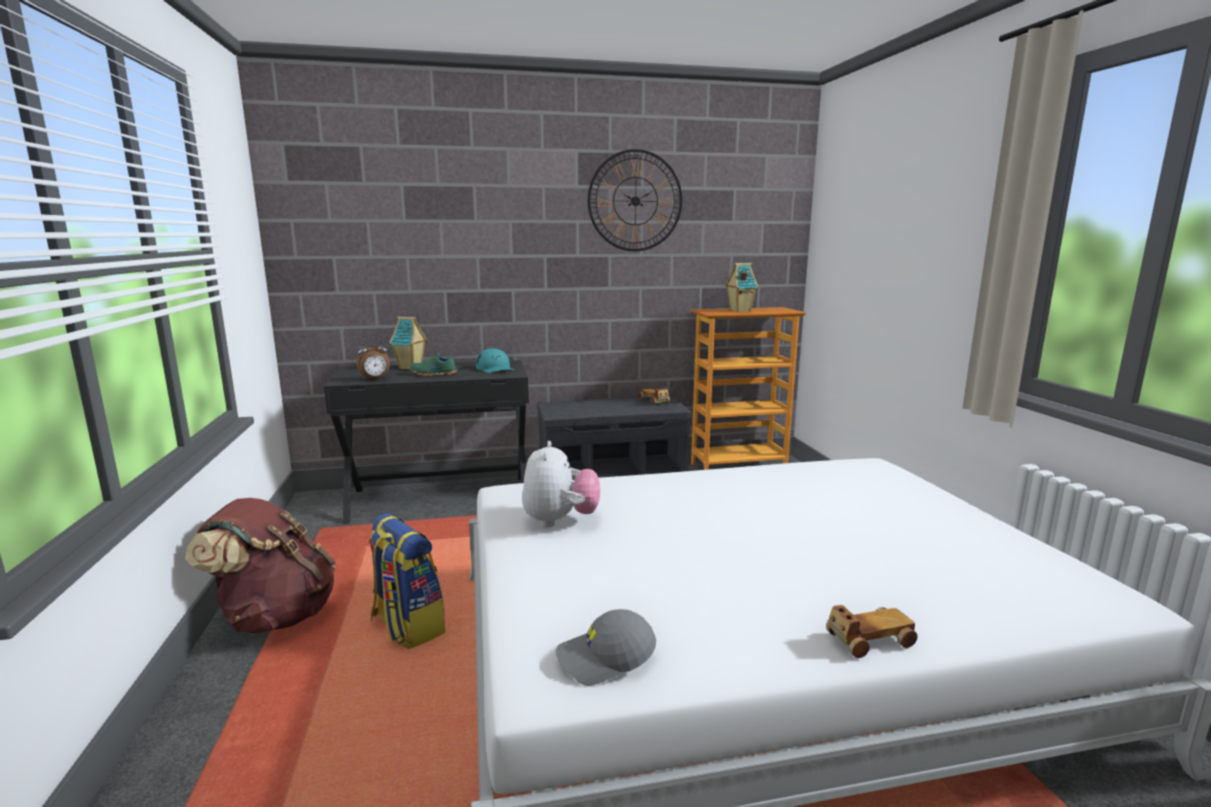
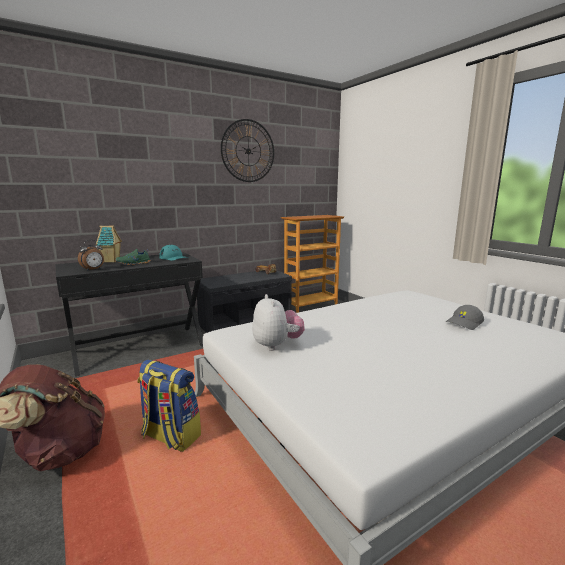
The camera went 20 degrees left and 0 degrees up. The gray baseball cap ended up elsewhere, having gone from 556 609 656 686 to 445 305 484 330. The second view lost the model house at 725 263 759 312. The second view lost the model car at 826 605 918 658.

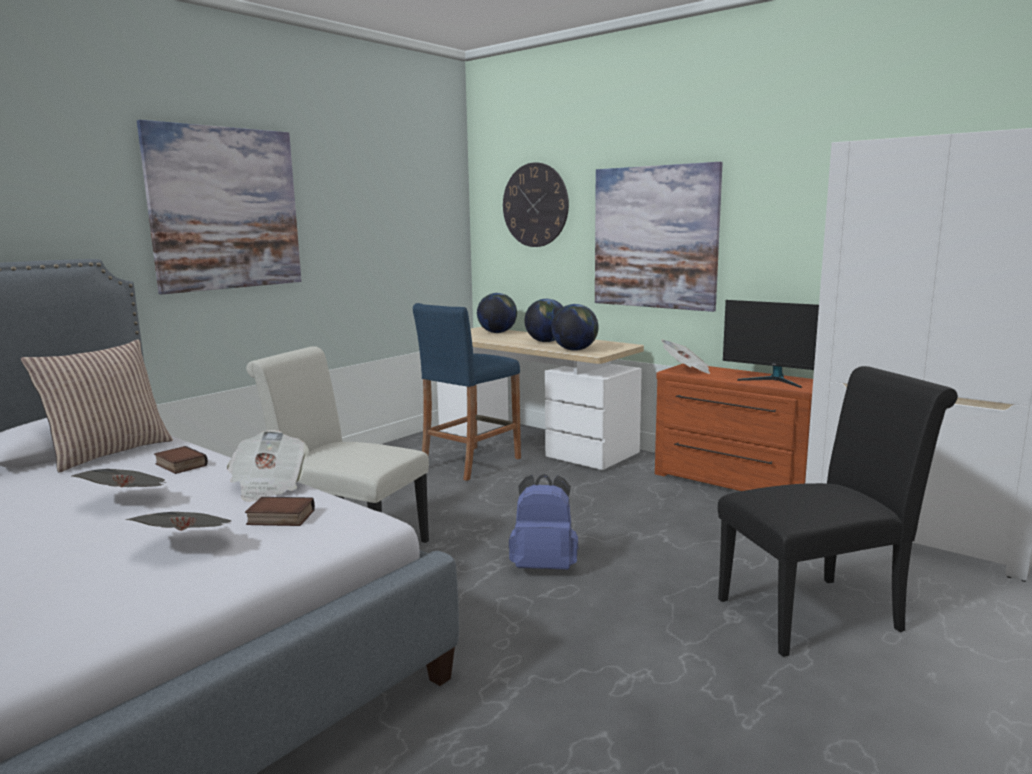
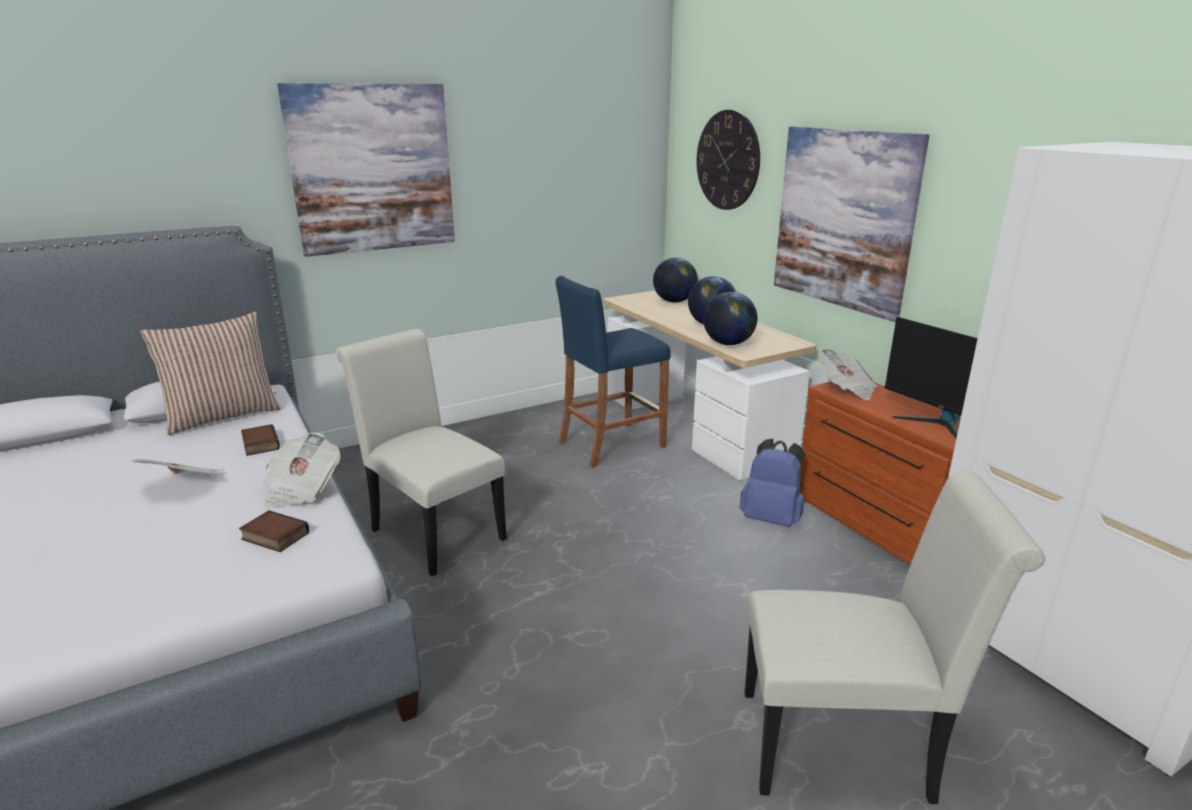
The camera went 20 degrees right and 10 degrees up. The blue-coloured knapsack ended up elsewhere, having gone from 509 474 578 570 to 739 439 805 527. What was the black chair at 718 366 958 657 turned into the white-coloured chair at 745 471 1046 805. The second view lost the newspaper at 125 512 231 531.

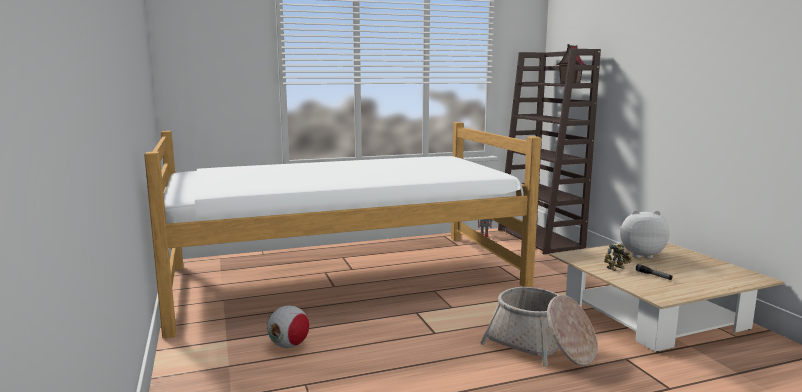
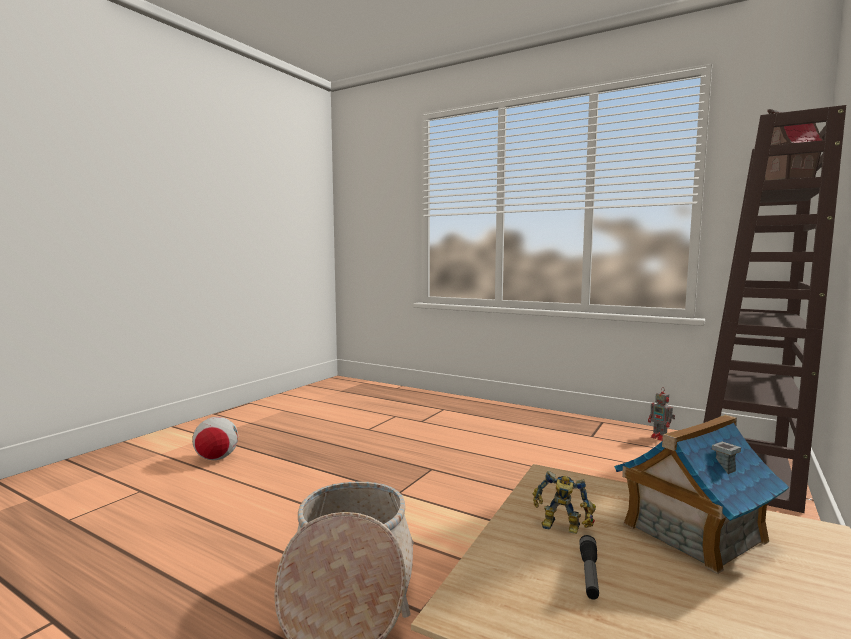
The camera went 50 degrees right and 5 degrees down. Where the soft toy stood at 620 210 670 258, the model house came to stand at 614 415 789 574. The second view lost the bedroom bed at 144 122 541 339.

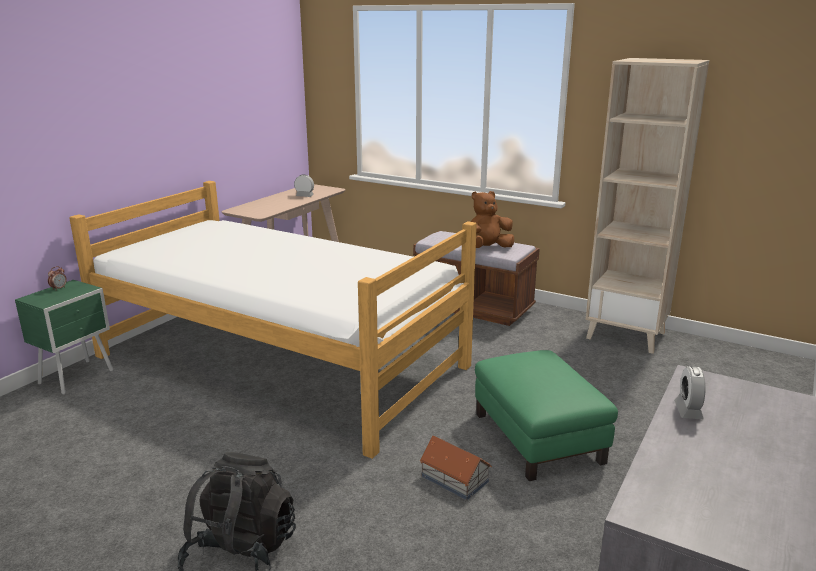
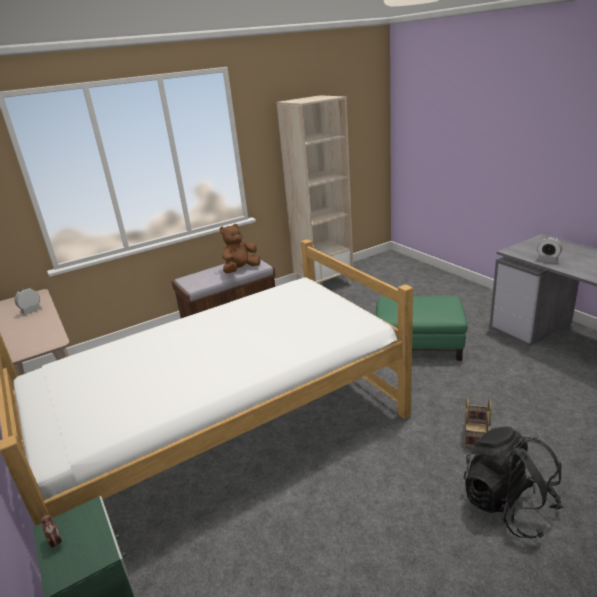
The camera went 60 degrees left and 5 degrees up. The brownish soft toy at 471 191 514 248 ended up facing another way, 45 degrees clockwise from before. The second view gained the basket at 465 397 492 449. The second view lost the model house at 419 436 492 500.

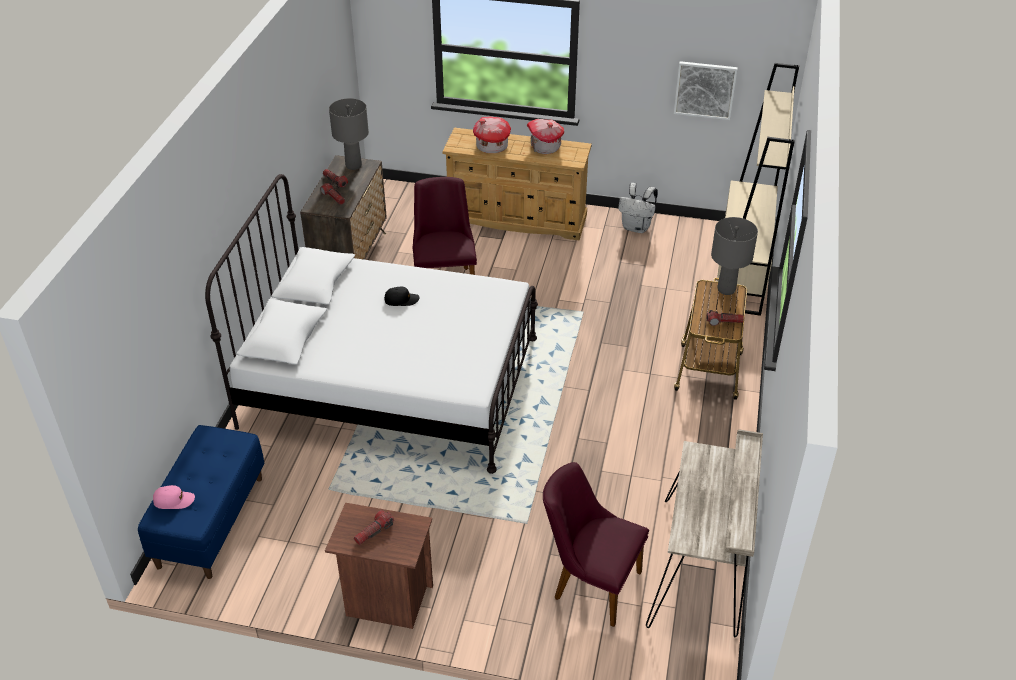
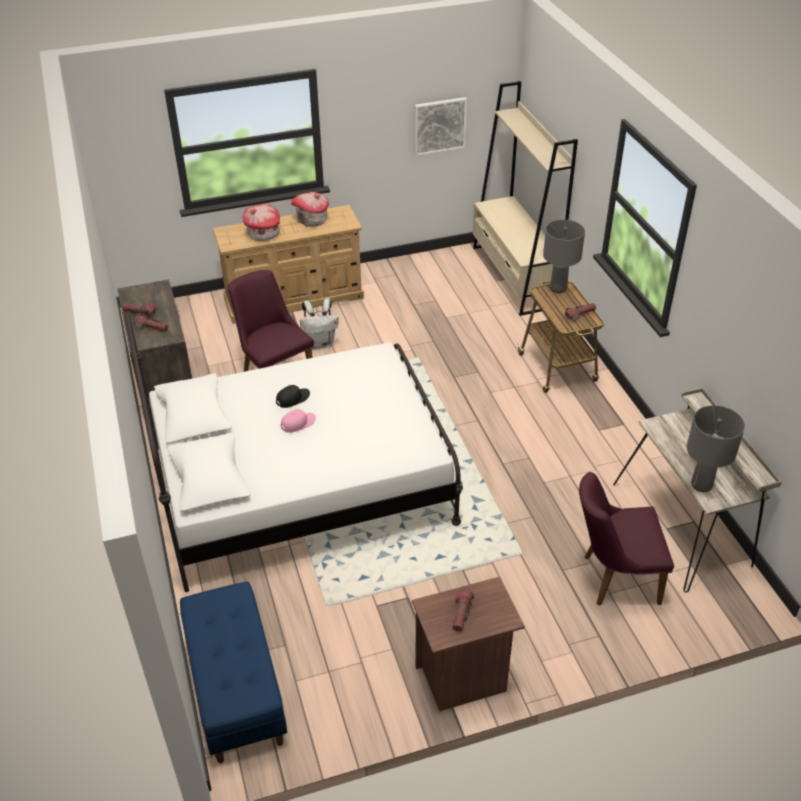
The camera went 30 degrees left and 0 degrees up. The pinkish baseball cap ended up elsewhere, having gone from 153 485 195 509 to 280 409 316 433. The white-coloured knapsack ended up elsewhere, having gone from 618 183 658 233 to 300 298 339 349. The gray table lamp ended up elsewhere, having gone from 329 98 369 170 to 687 405 745 492.

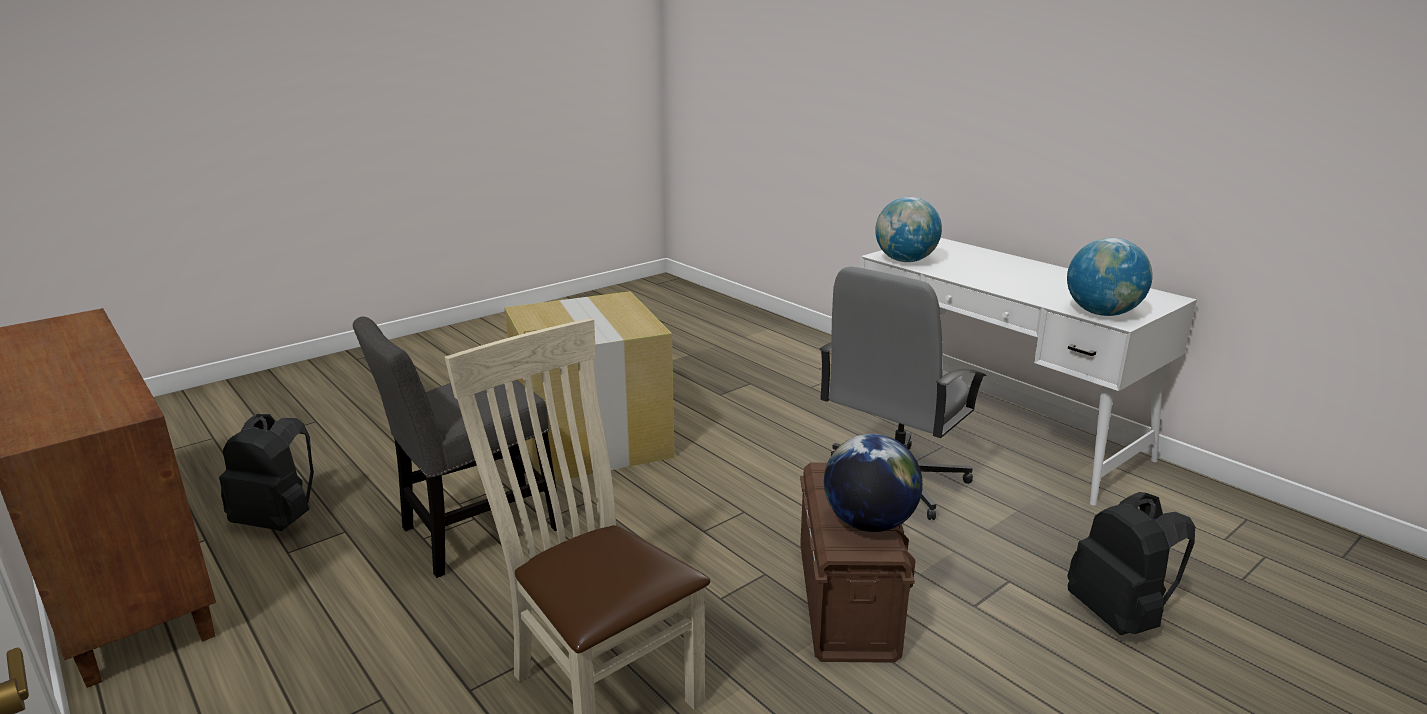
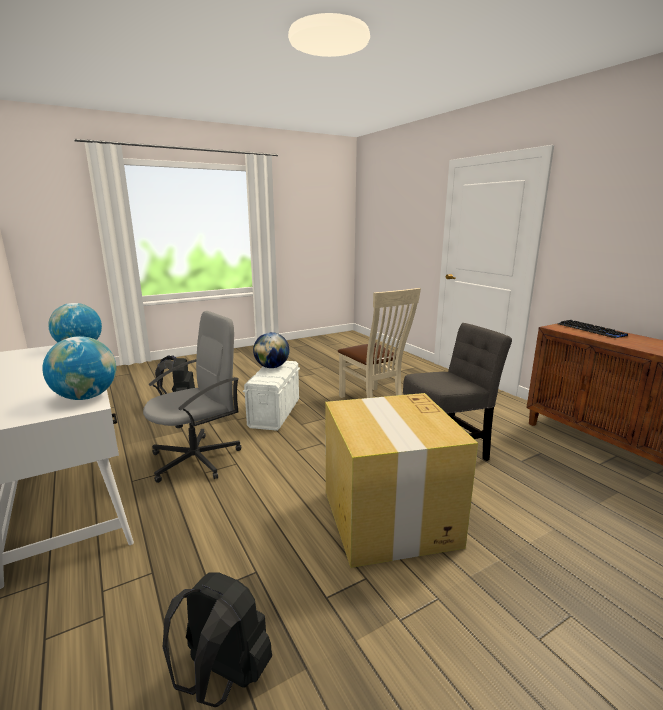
The camera went 170 degrees left and 5 degrees down. The black knapsack ended up elsewhere, having gone from 219 414 314 531 to 163 572 272 707. What was the brownish storage box at 800 463 916 663 turned into the white-coloured storage box at 243 361 300 431. The second view gained the keyboard at 558 320 628 338.

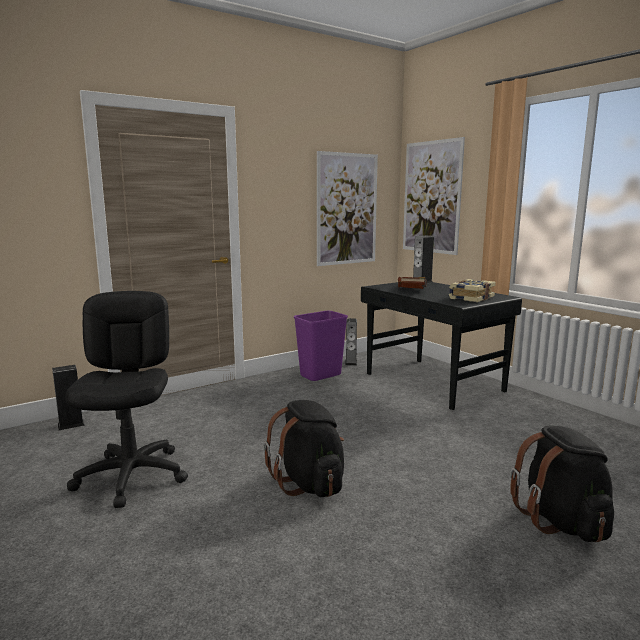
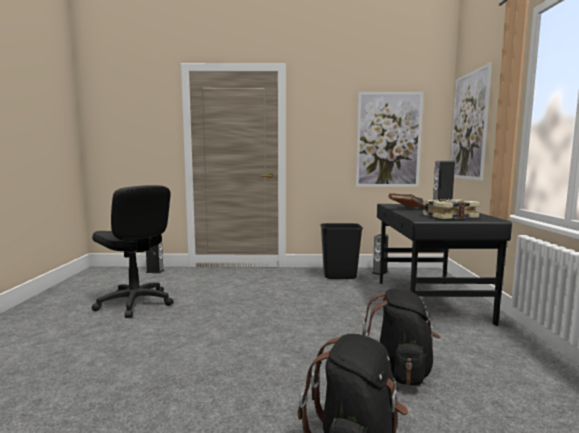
The camera went 35 degrees right and 5 degrees down. The black office chair at 65 291 188 508 ended up facing another way, 105 degrees clockwise from before. What was the purplish trash can at 294 311 348 381 turned into the black trash can at 320 223 363 279. The black knapsack ended up elsewhere, having gone from 264 400 344 497 to 362 289 441 386.

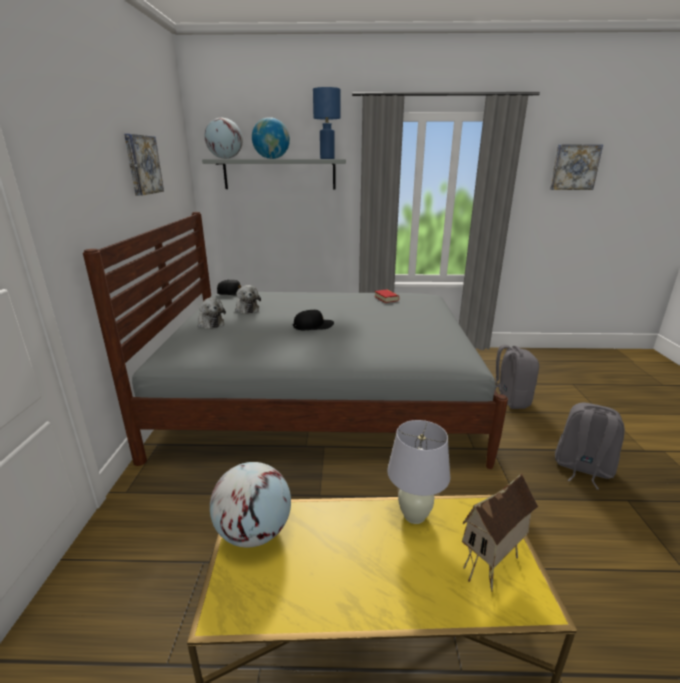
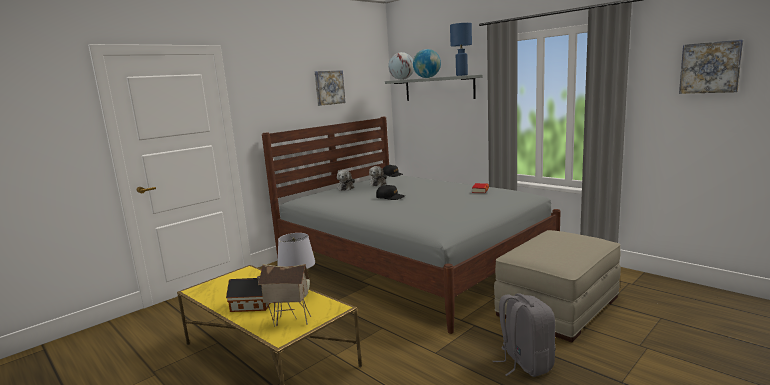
The camera went 45 degrees right and 10 degrees down. The second view gained the model house at 226 276 270 312. Where the gray knapsack stood at 495 345 539 409, the beige-coloured ottoman came to stand at 494 230 621 343. The second view lost the globe at 210 462 291 548.

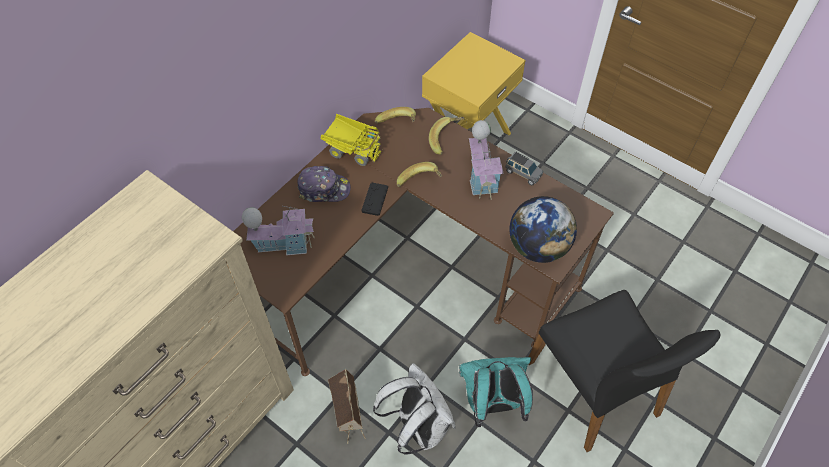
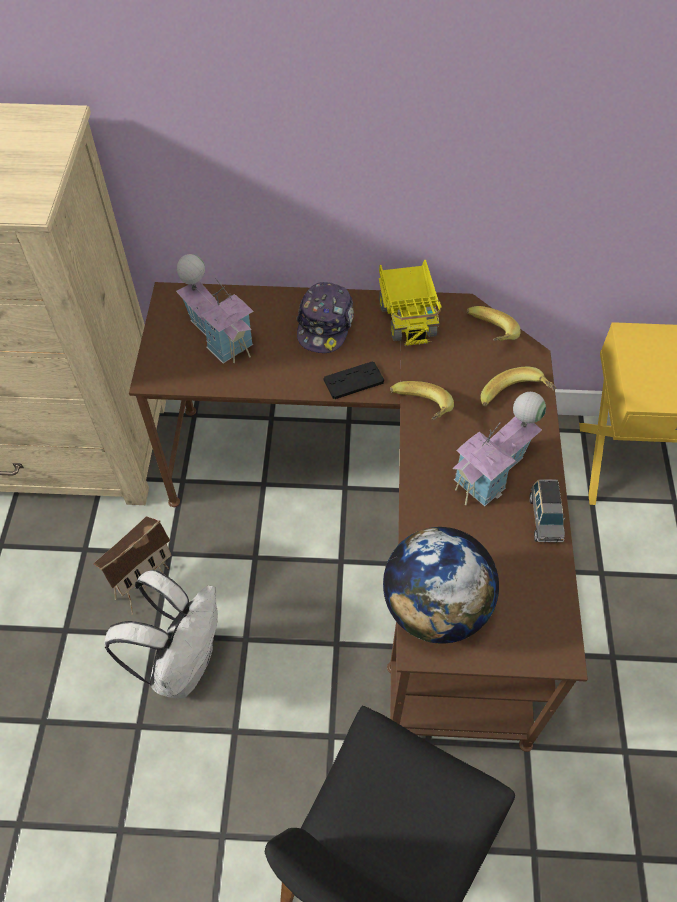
The camera went 55 degrees right and 0 degrees up. The baseball cap at 297 166 351 202 ended up facing another way, 45 degrees clockwise from before. The second view lost the turquoise-coloured knapsack at 459 357 533 427.

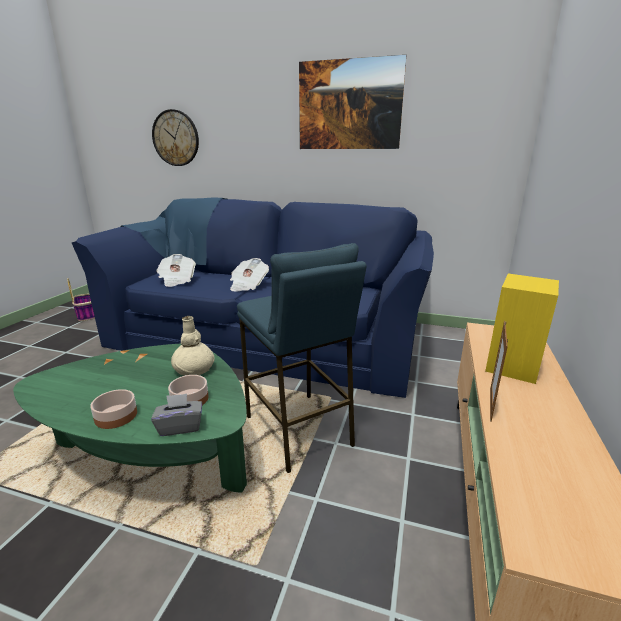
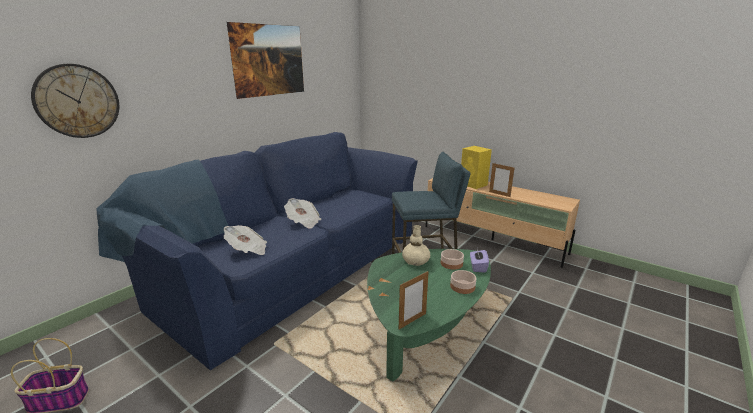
The camera went 70 degrees left and 0 degrees up. The second view gained the picture frame at 399 271 429 329. What was the gray tissue holder at 151 394 202 436 turned into the purplish tissue holder at 470 248 489 273.

